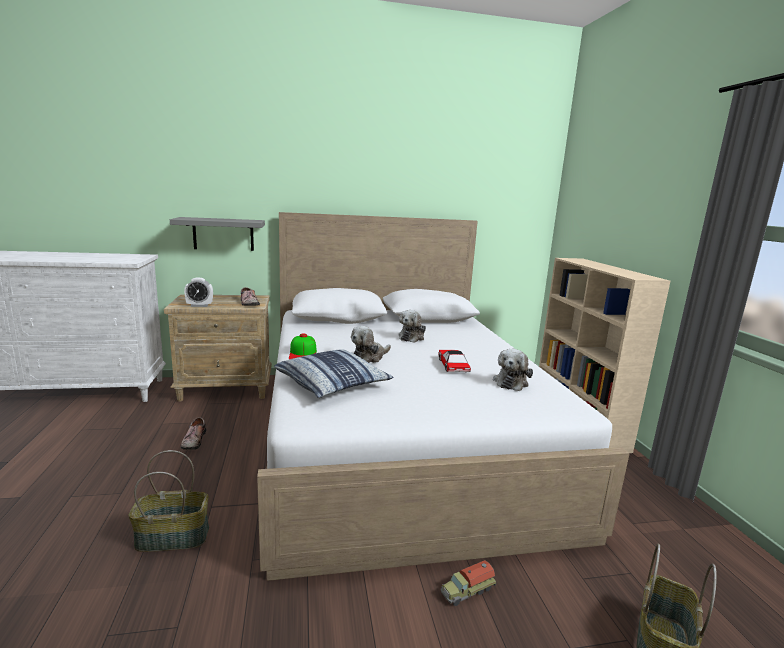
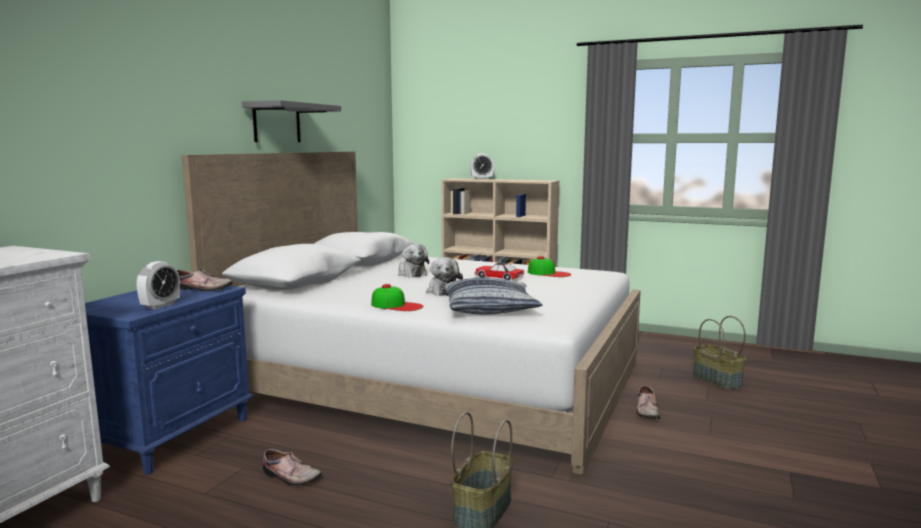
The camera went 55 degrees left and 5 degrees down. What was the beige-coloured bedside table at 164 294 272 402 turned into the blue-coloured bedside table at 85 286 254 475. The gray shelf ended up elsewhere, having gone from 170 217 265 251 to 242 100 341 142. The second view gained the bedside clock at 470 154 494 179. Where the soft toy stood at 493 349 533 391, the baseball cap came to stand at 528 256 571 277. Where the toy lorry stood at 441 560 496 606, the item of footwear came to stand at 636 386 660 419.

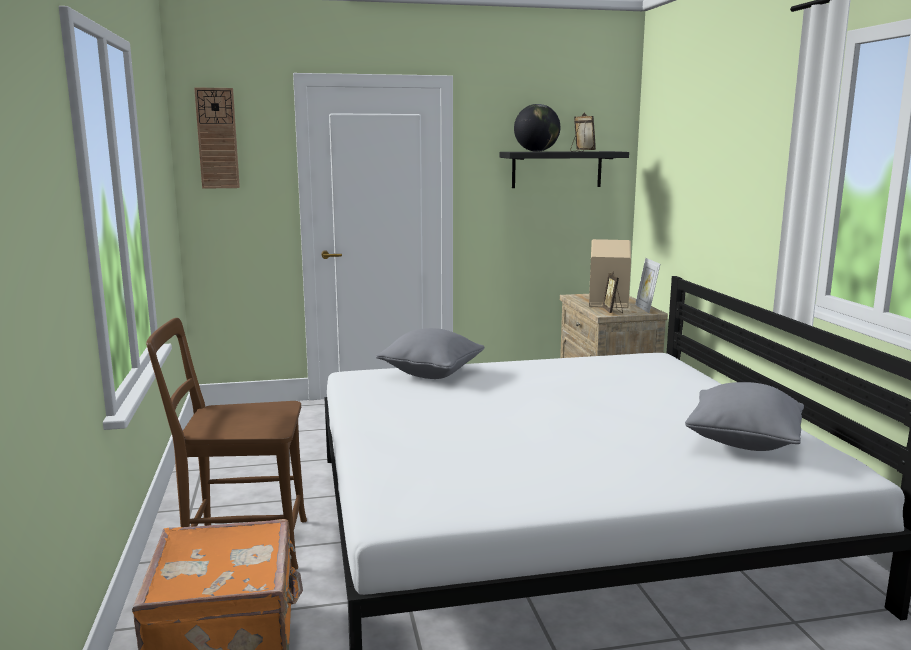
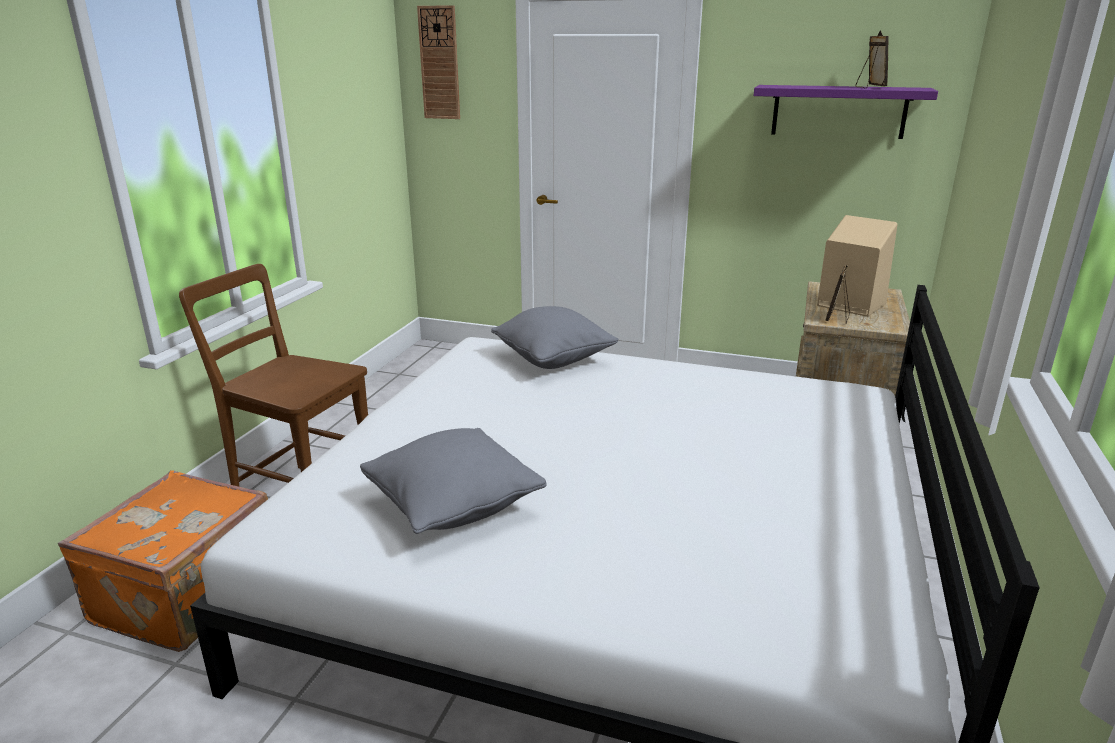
The camera went 30 degrees right and 10 degrees up. The gray throw pillow ended up elsewhere, having gone from 685 382 804 451 to 360 428 547 534. What was the black shelf at 499 151 629 188 turned into the purplish shelf at 753 85 938 139. The second view lost the globe at 514 104 560 152. The second view lost the picture frame at 635 258 660 313.

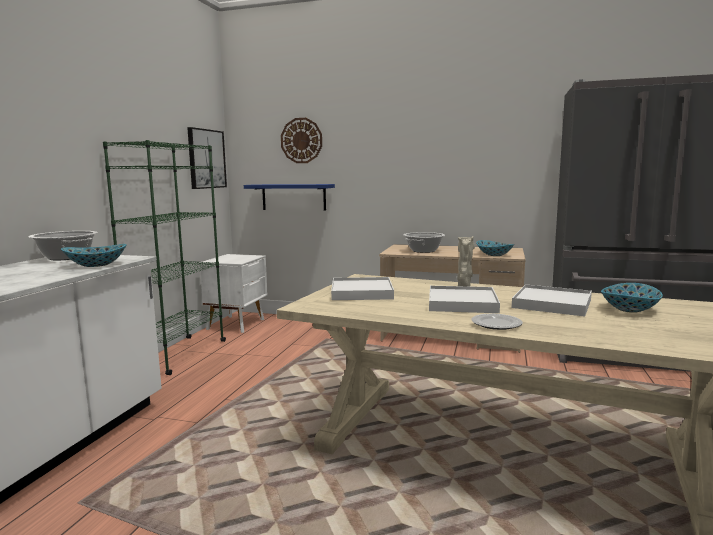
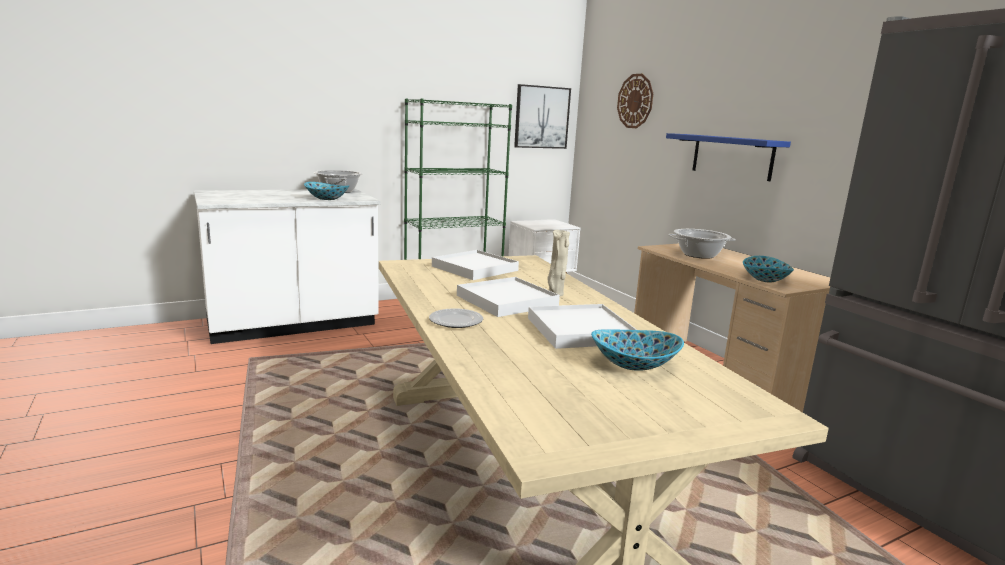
The camera went 45 degrees right and 5 degrees up. The blue-coloured shelf ended up elsewhere, having gone from 244 184 335 211 to 666 133 791 181.

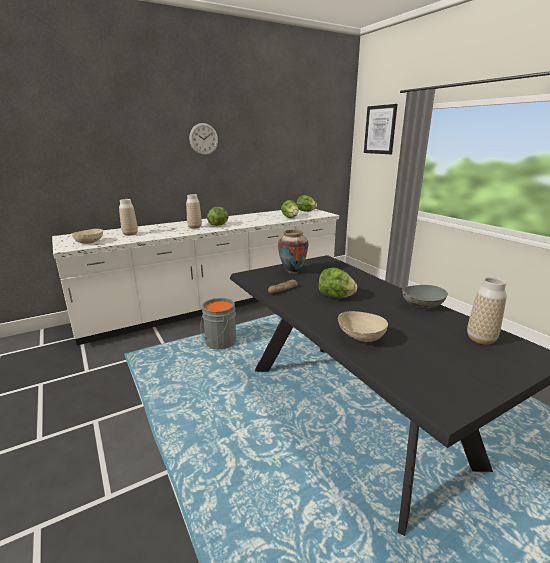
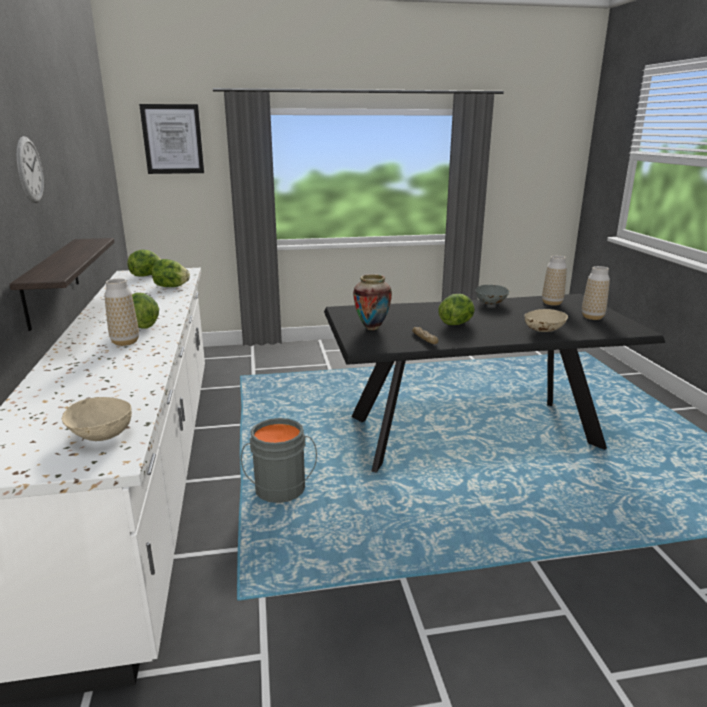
The camera went 70 degrees left and 0 degrees up. The second view gained the shelf at 10 238 114 331. The vase ended up elsewhere, having gone from 119 199 138 236 to 582 266 610 320.

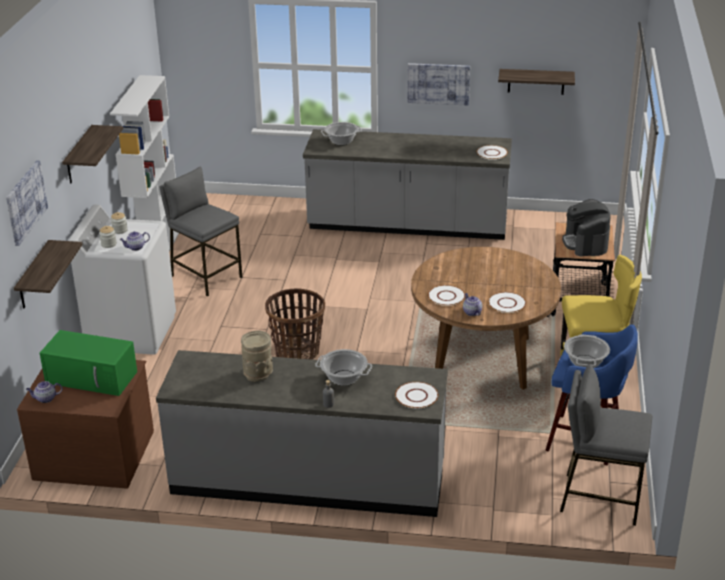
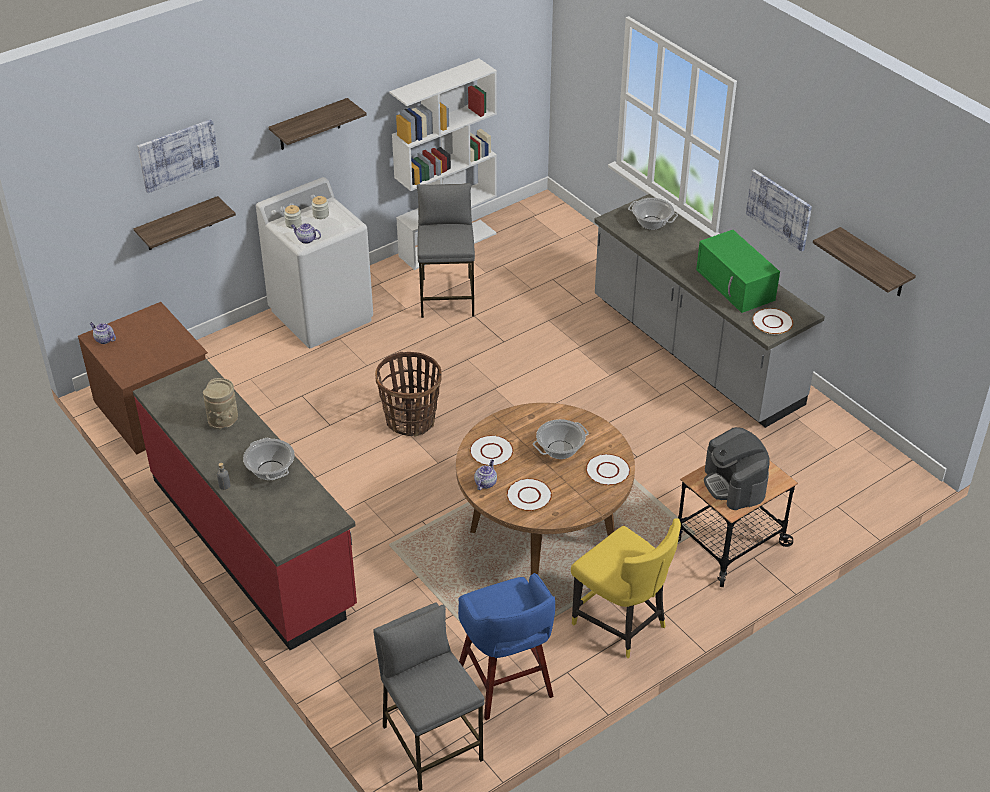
The camera went 45 degrees right and 10 degrees up. What was the gray kitchen counter at 156 350 448 517 turned into the red-coloured kitchen counter at 133 359 357 650. The stockpot ended up elsewhere, having gone from 564 335 610 368 to 533 419 589 459. The white-coloured flat dish ended up elsewhere, having gone from 395 382 438 409 to 586 454 630 485. The greenish microwave oven ended up elsewhere, having gone from 40 330 137 396 to 696 230 780 313. The coffee brewer at 562 199 611 256 ended up facing another way, 60 degrees counterclockwise from before.

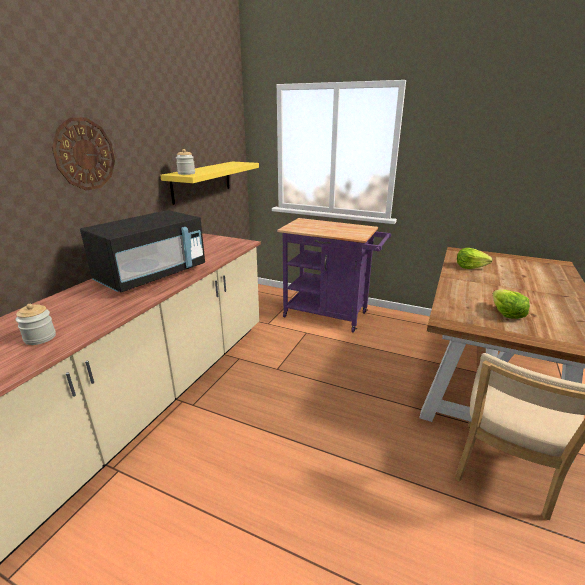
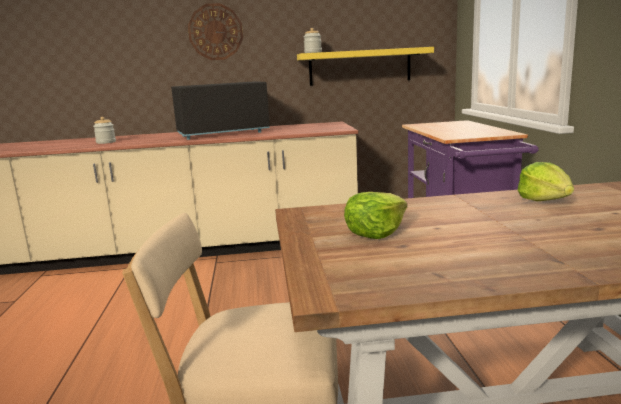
The camera went 60 degrees right and 10 degrees down. The black microwave oven at 80 210 205 292 ended up facing another way, 150 degrees clockwise from before.

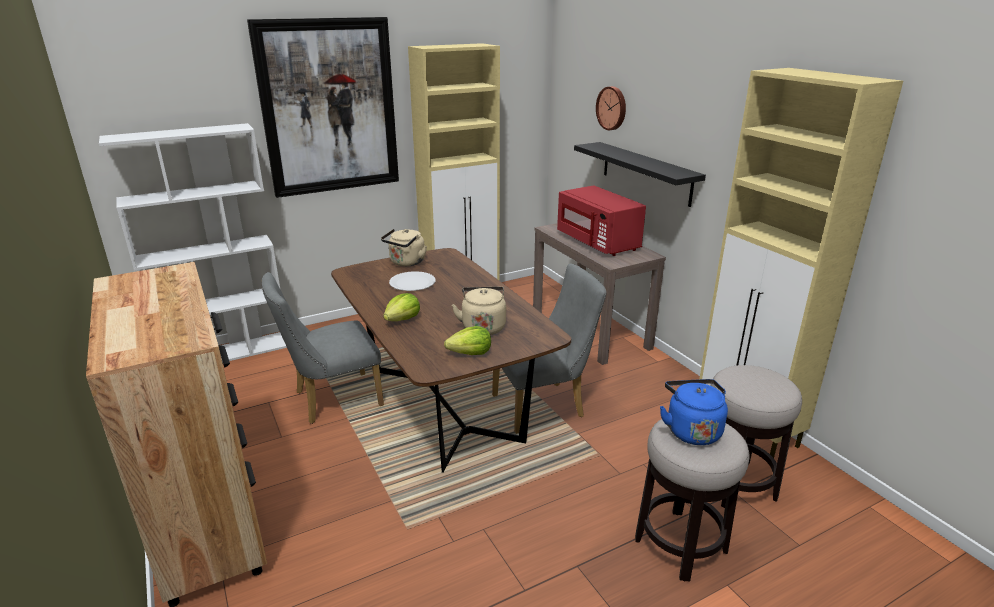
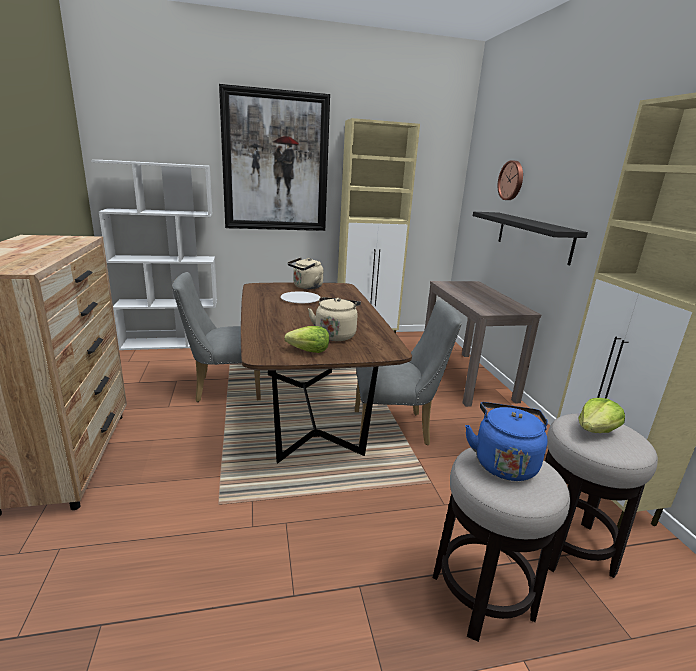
The camera went 15 degrees right and 5 degrees down. The head of lettuce ended up elsewhere, having gone from 383 293 420 321 to 578 398 625 433. The second view lost the red-coloured microwave oven at 557 185 646 256.

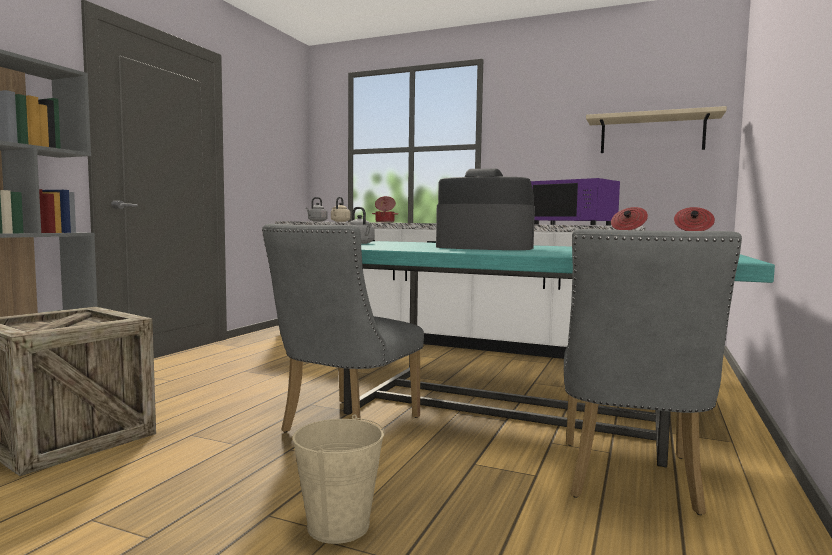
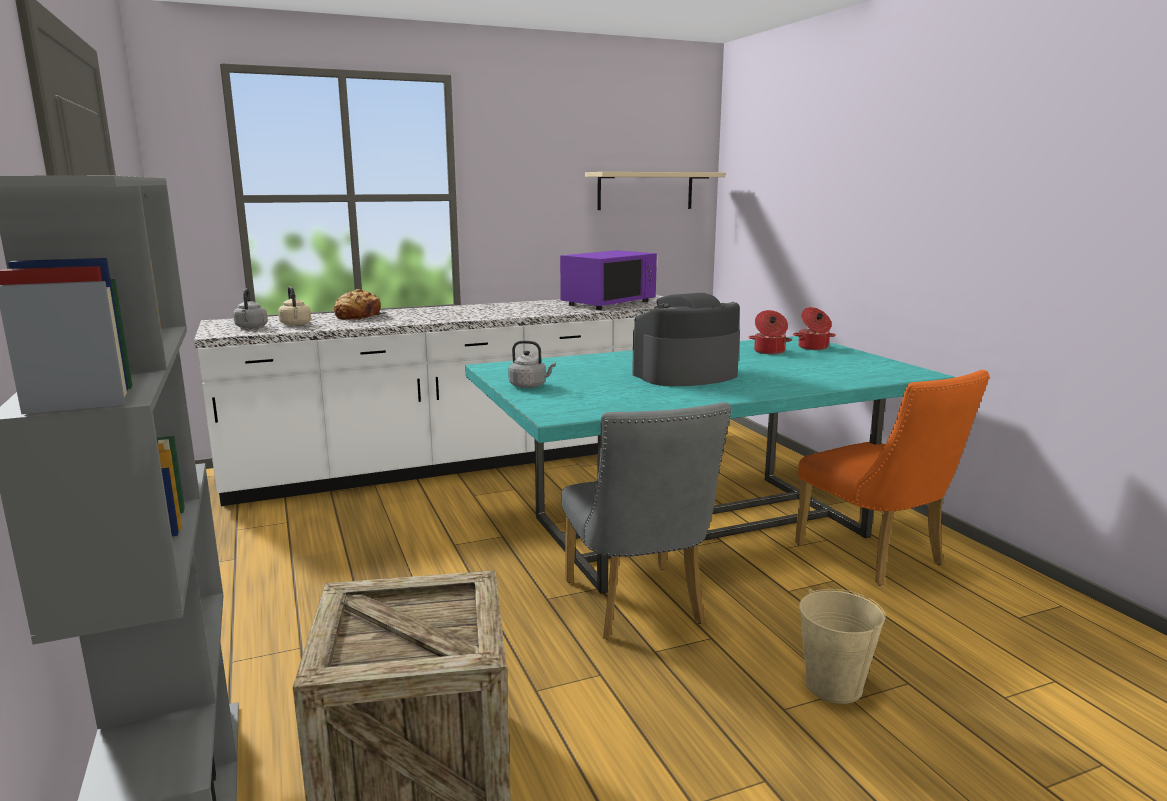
The camera went 45 degrees left and 10 degrees up. Where the stockpot stood at 372 196 398 223, the bread came to stand at 334 289 387 320. The purplish microwave oven at 531 178 620 225 ended up facing another way, 45 degrees counterclockwise from before. What was the gray chair at 564 229 742 515 turned into the orange chair at 795 370 990 586.

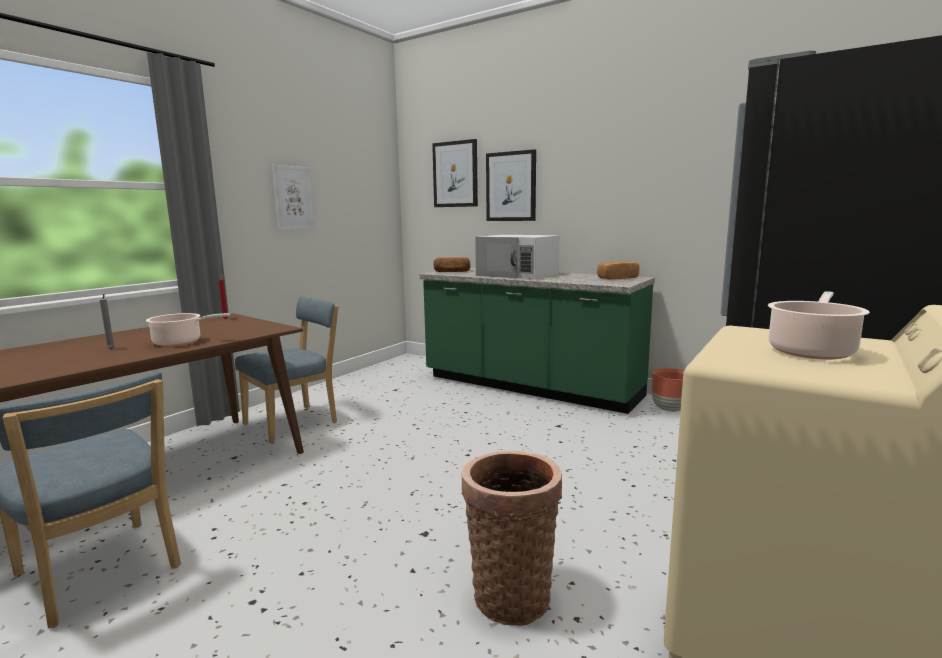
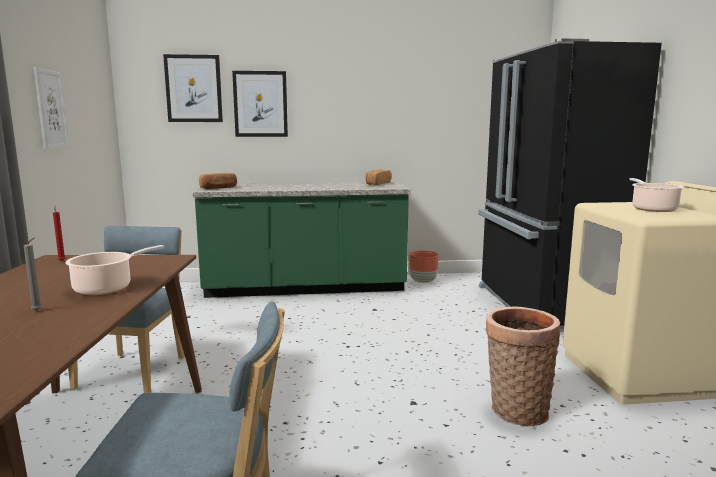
The camera went 40 degrees left and 0 degrees up. The second view lost the white-coloured microwave oven at 475 235 560 279.

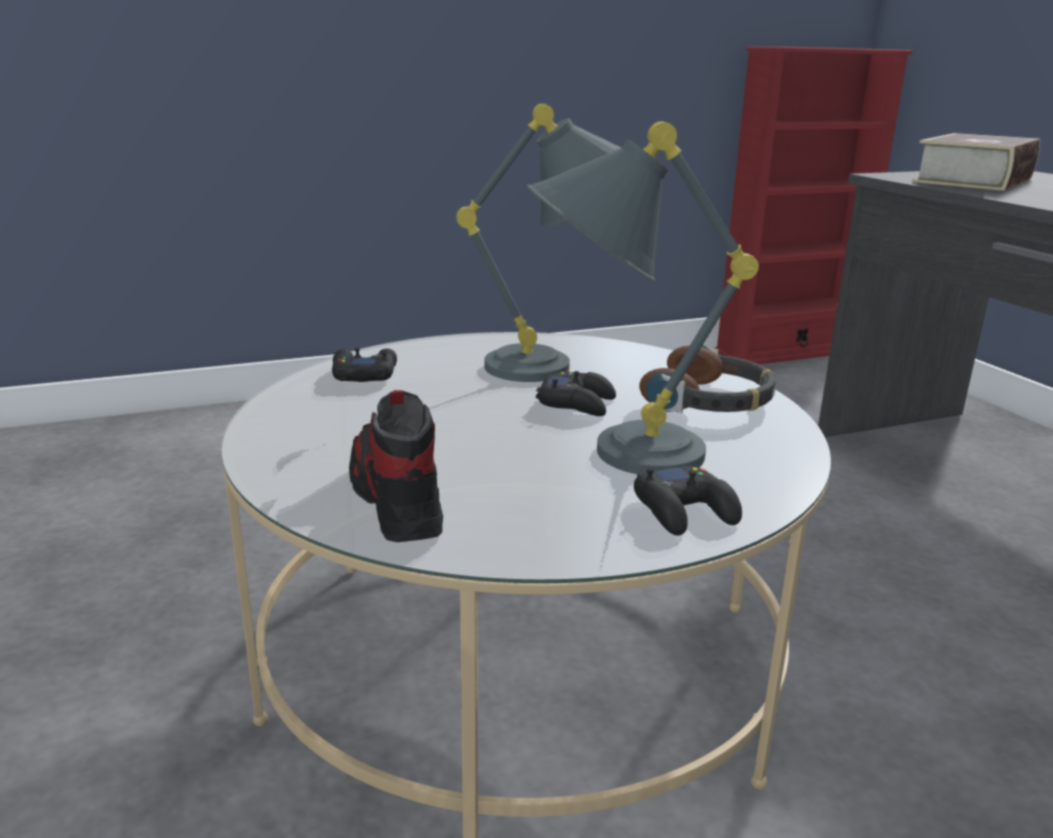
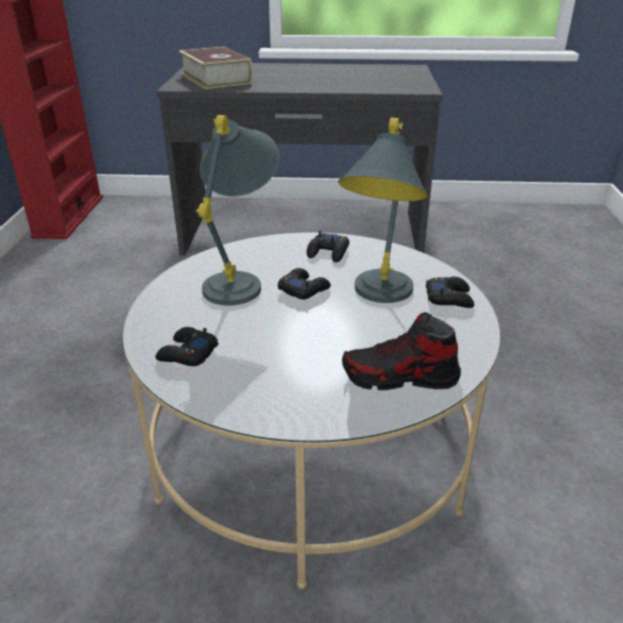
The camera went 65 degrees left and 10 degrees up. Where the headphones stood at 639 345 775 413, the black game controller came to stand at 307 231 349 262.

